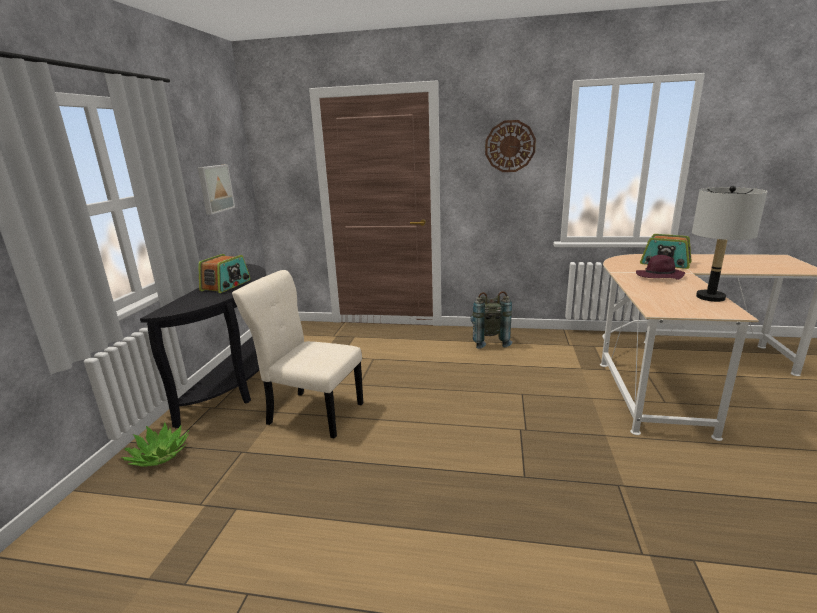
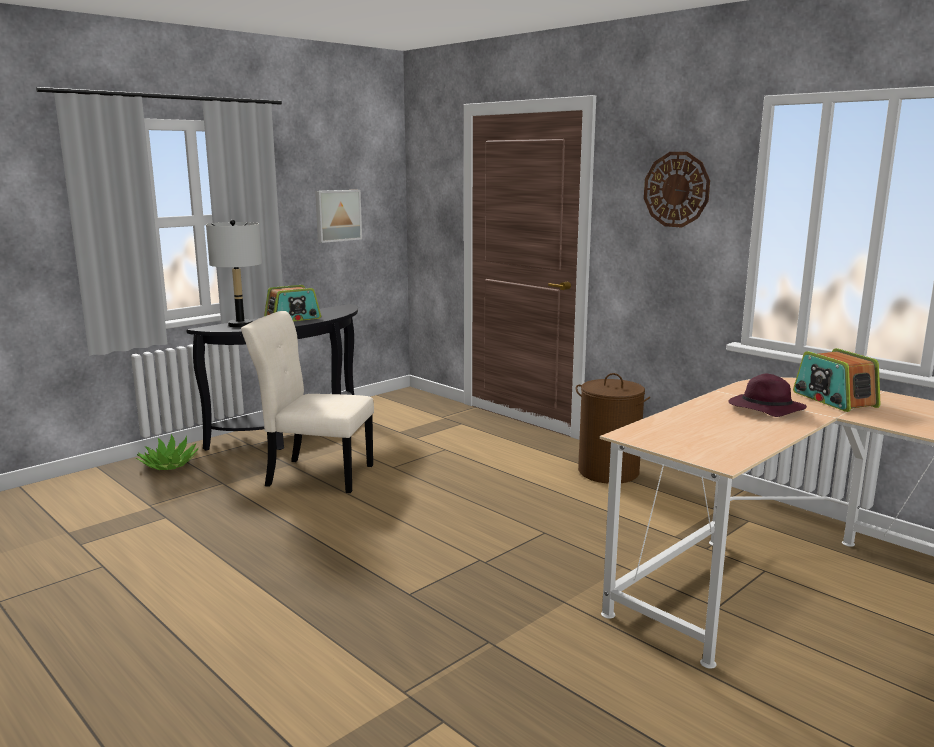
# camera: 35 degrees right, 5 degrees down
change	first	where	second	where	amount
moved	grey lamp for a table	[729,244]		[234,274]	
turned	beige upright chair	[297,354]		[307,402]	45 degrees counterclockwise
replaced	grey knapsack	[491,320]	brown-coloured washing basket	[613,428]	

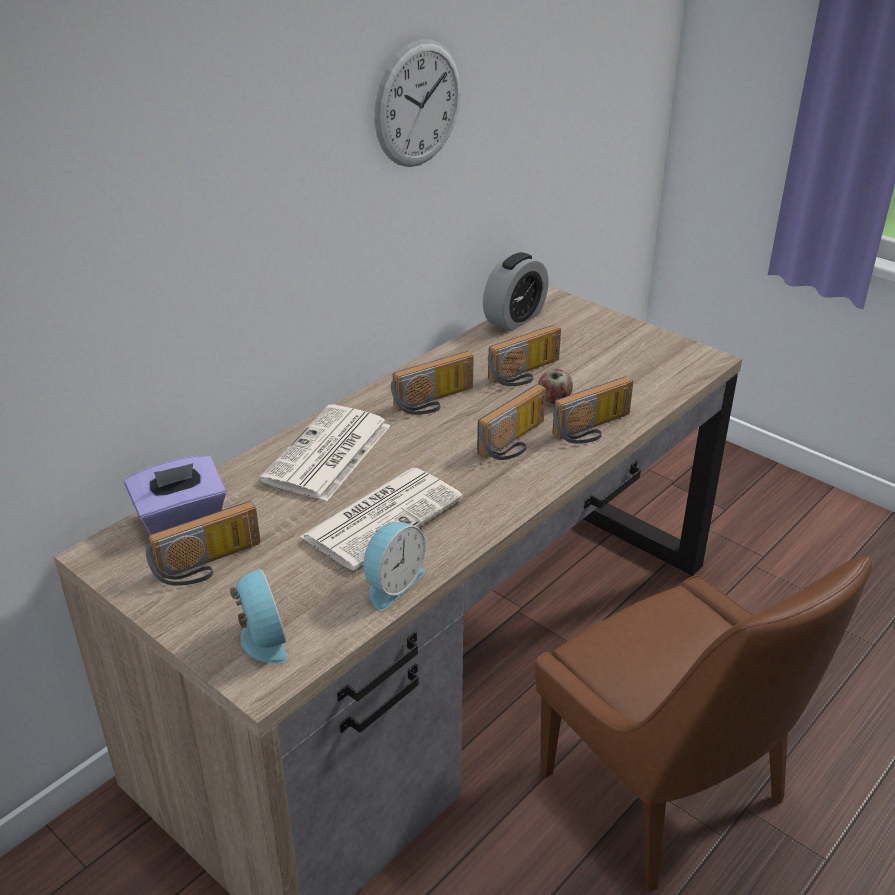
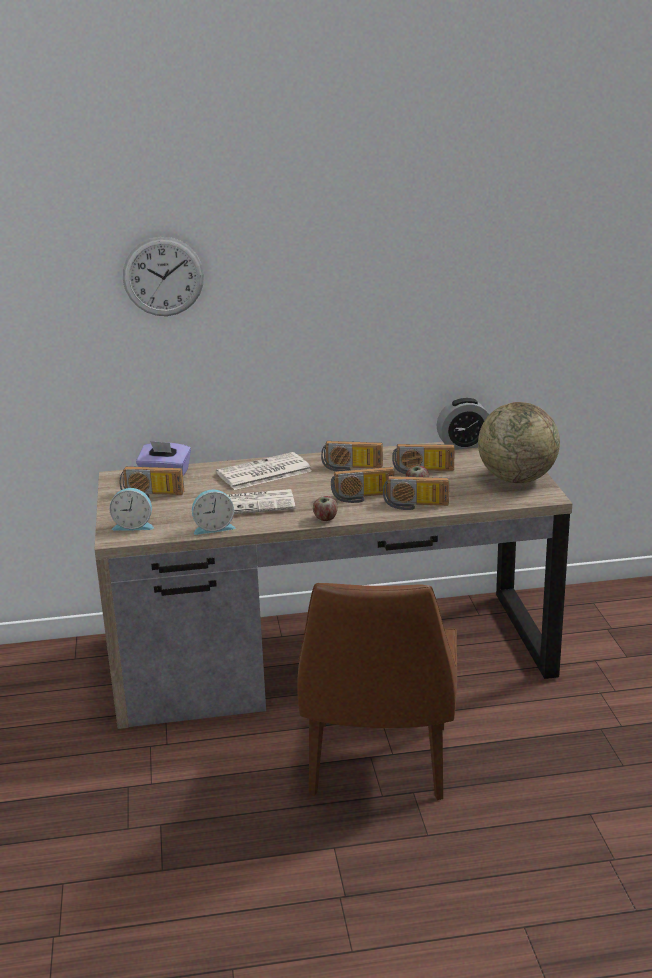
# camera: 40 degrees right, 10 degrees down
change	first	where	second	where	amount
moved	clock on the wall	[417,103]		[163,276]	
turned	table clock	[259,616]		[131,509]	75 degrees clockwise
added			globe	[519,442]	
added			apple fruit	[325,508]	

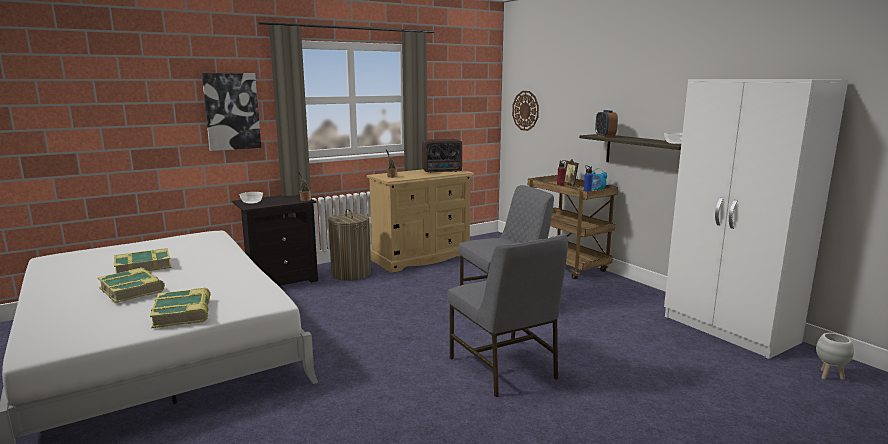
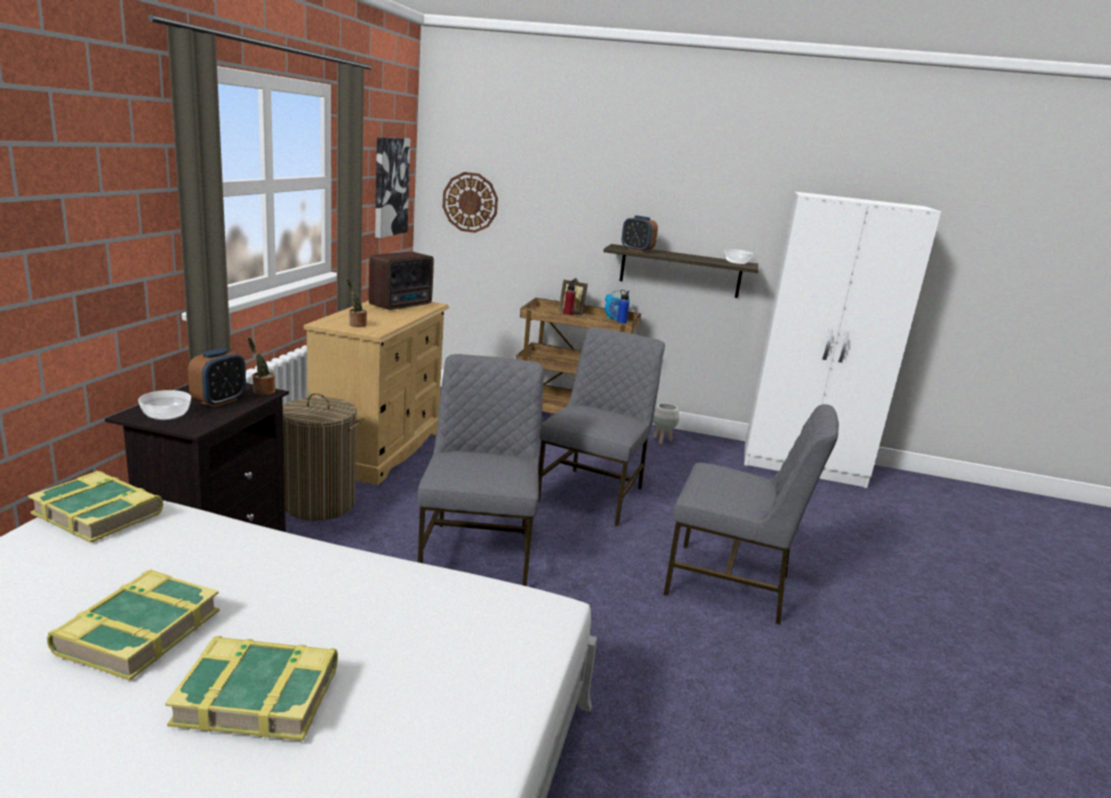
# camera: 45 degrees left, 5 degrees up
change	first	where	second	where	amount
moved	wall art	[231,112]		[392,187]	
moved	volume	[180,307]		[95,507]	
moved	whitish flower pot	[835,356]		[666,423]	
added			table clock	[217,377]	
added			grey upright chair	[480,470]	

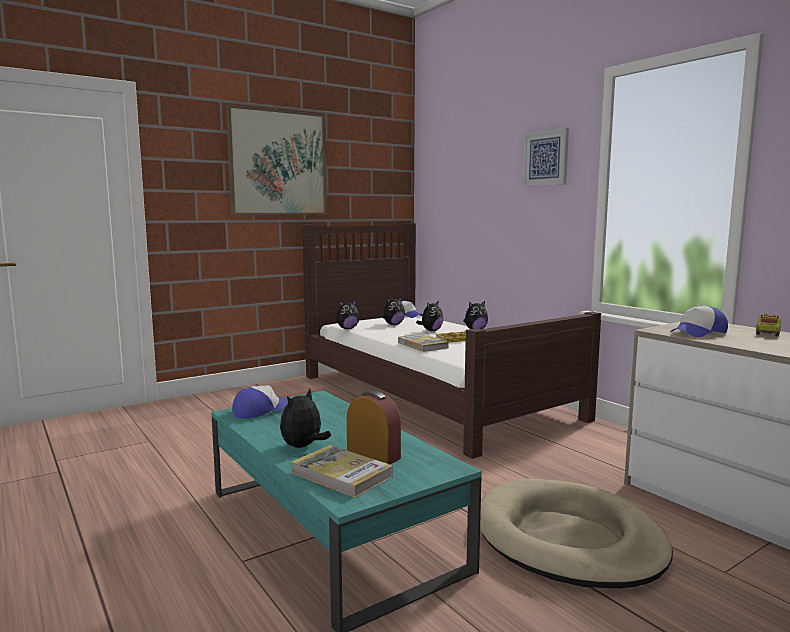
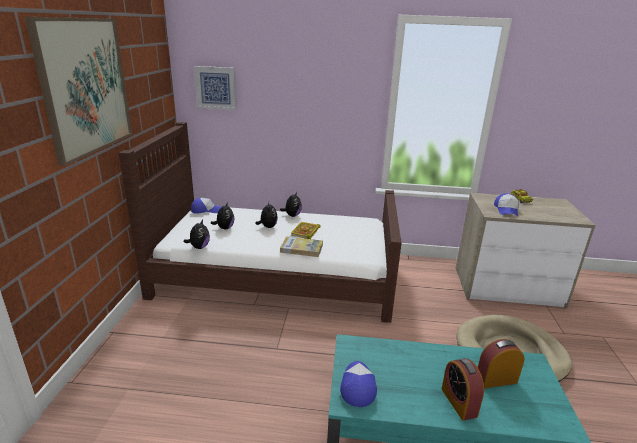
# camera: 50 degrees left, 15 degrees up
change	first	where	second	where	amount
moved	wall art	[545,157]		[215,88]	
replaced	cuddly toy	[305,418]	table clock	[462,389]	
removed	volume	[342,471]			

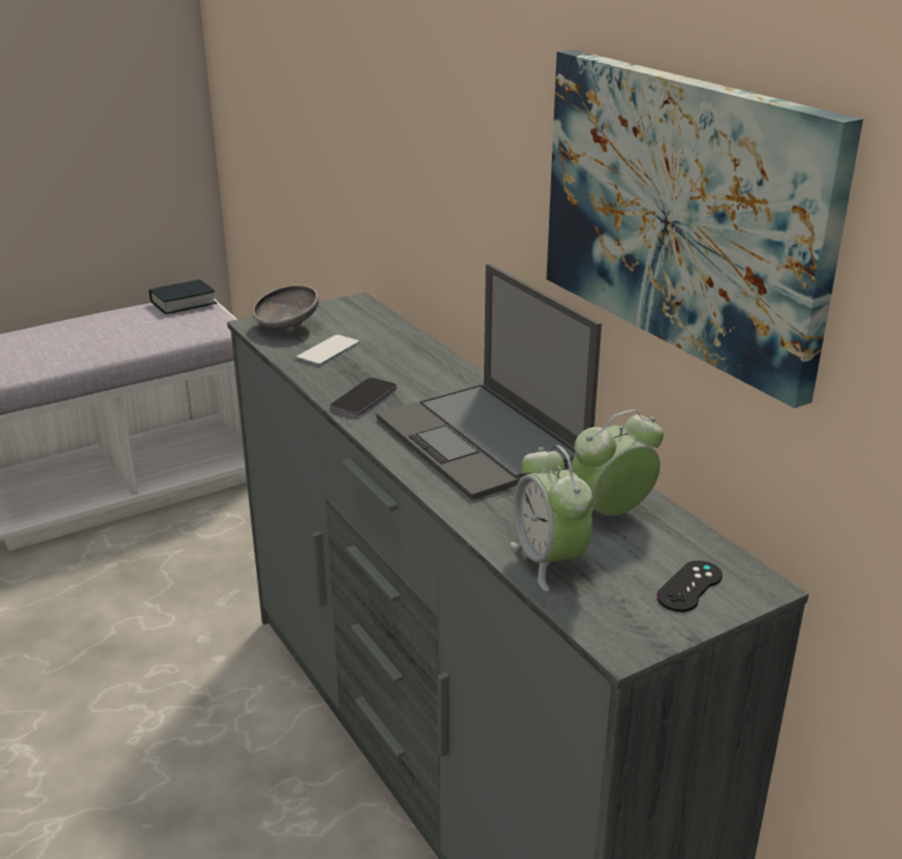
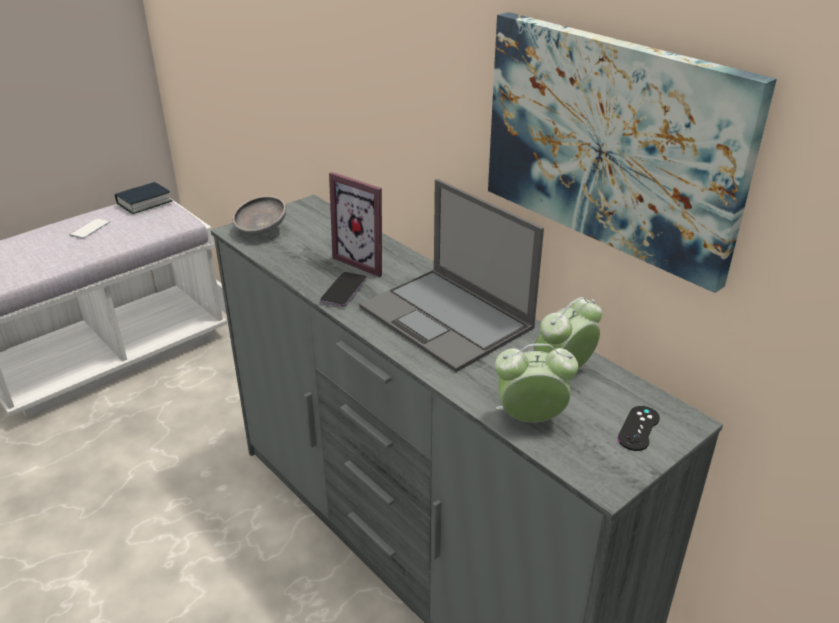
# camera: 10 degrees left, 5 degrees up
change	first	where	second	where	amount
moved	handset	[327,349]		[89,228]	
turned	table clock	[551,518]		[536,383]	120 degrees clockwise
added			photo frame	[355,224]	

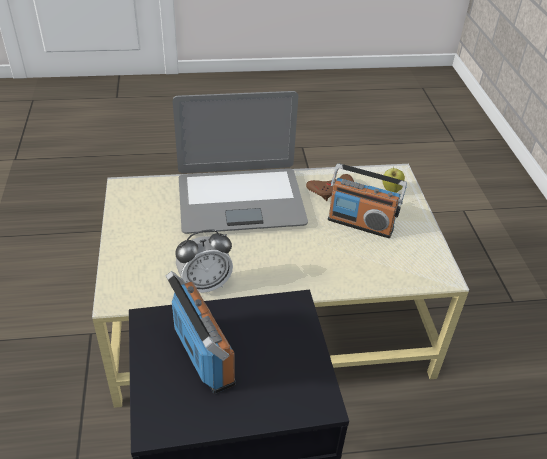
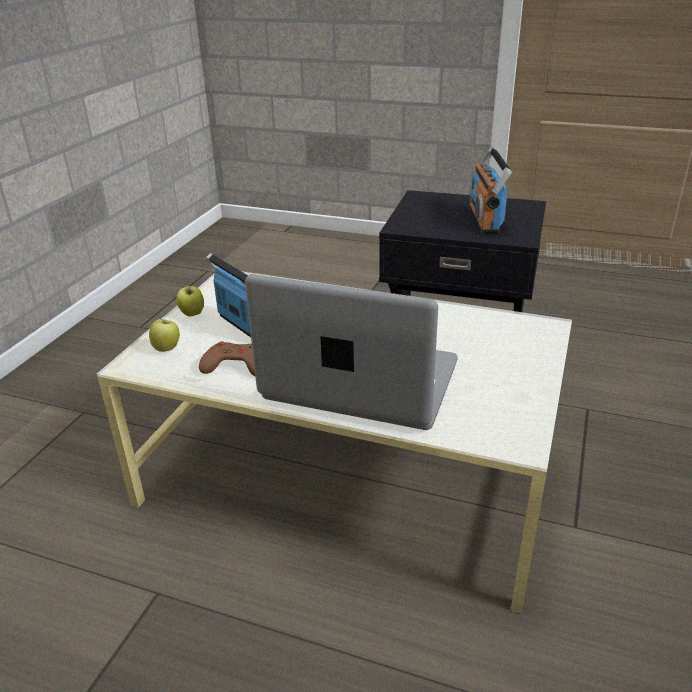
# camera: 150 degrees left, 10 degrees down
change	first	where	second	where	amount
removed	table clock	[204,261]			
added			apple fruit	[190,301]	

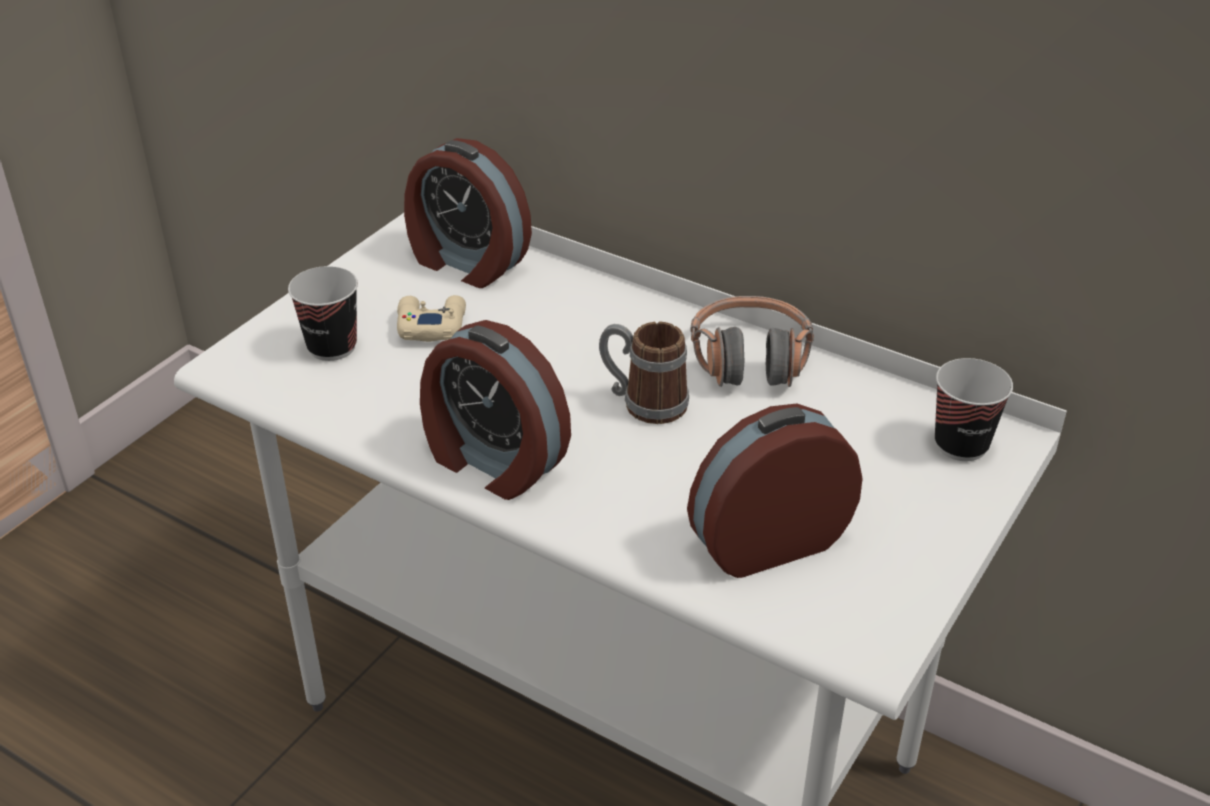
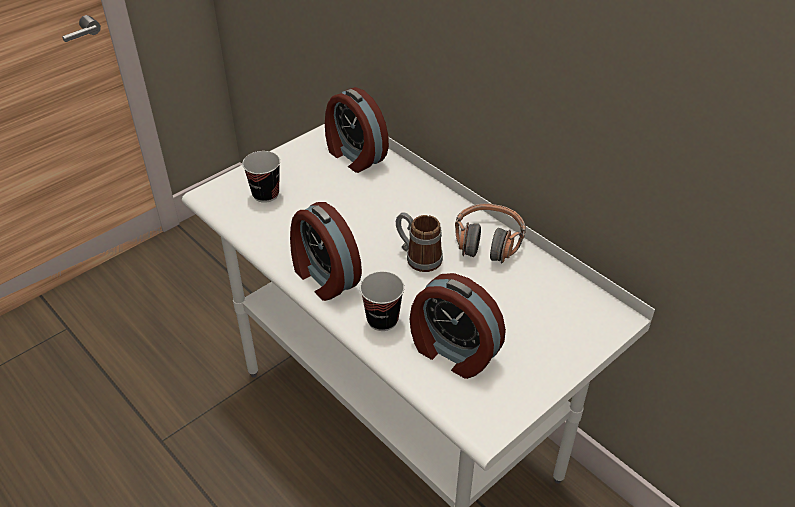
# camera: 15 degrees right, 5 degrees up
change	first	where	second	where	amount
removed	beige gamepad	[431,318]			
moved	cup	[974,409]		[382,301]	
turned	table clock	[775,491]		[458,326]	135 degrees counterclockwise

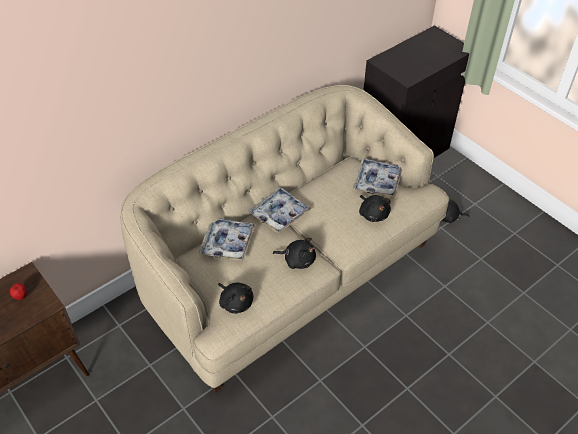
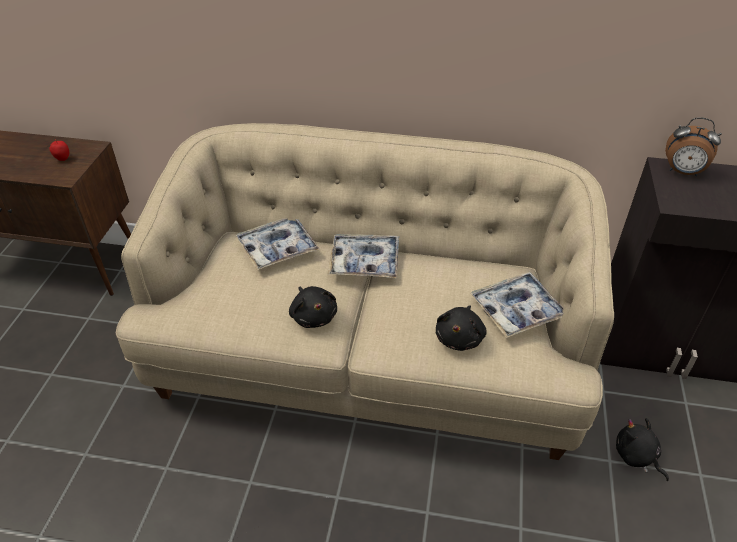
# camera: 50 degrees right, 5 degrees down
change	first	where	second	where	amount
removed	black cuddly toy	[235,298]			
added			table clock	[693,146]	

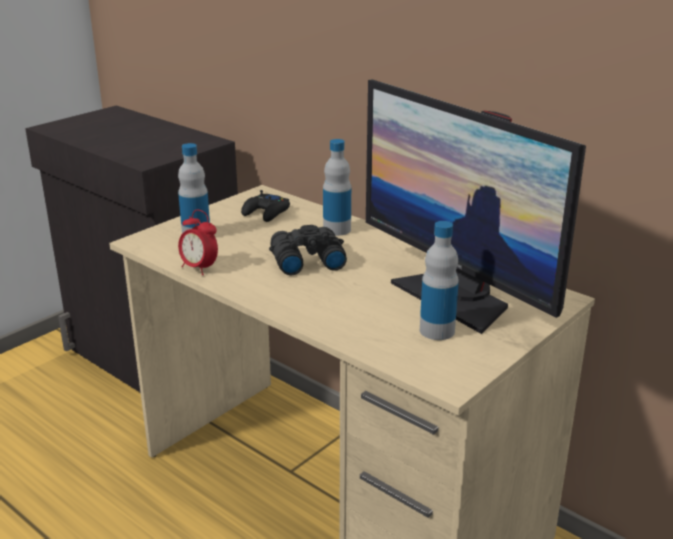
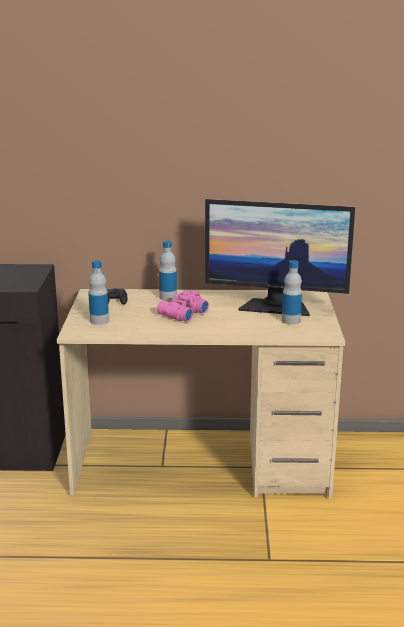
# camera: 40 degrees left, 5 degrees down
change	first	where	second	where	amount
removed	table clock	[198,242]			
recoloured	black field glasses	[308,250]	pink-coloured field glasses	[183,306]	

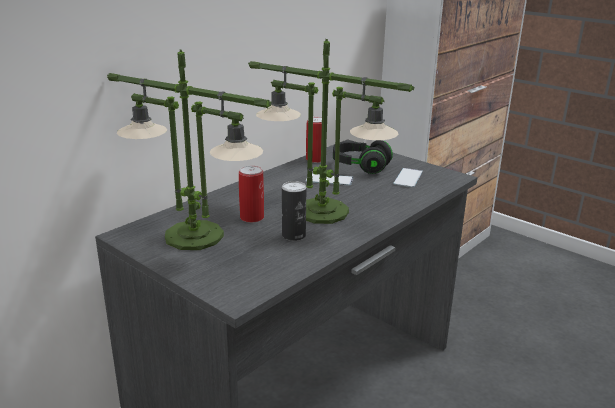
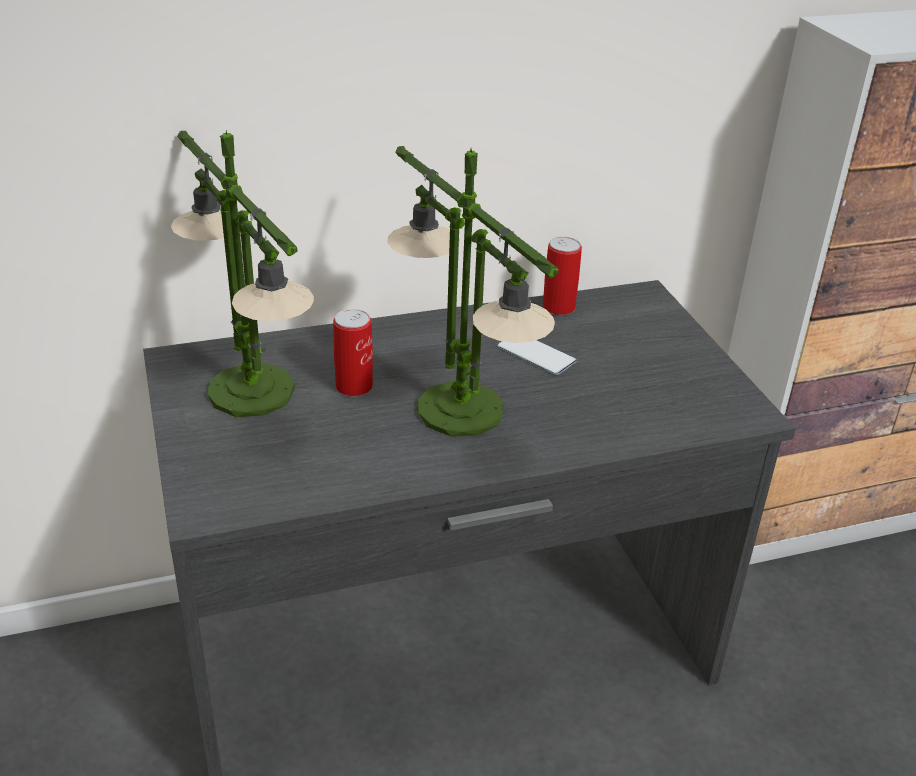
# camera: 30 degrees right, 10 degrees up
change	first	where	second	where	amount
removed	black headset	[363,157]			
removed	handset	[408,178]			
removed	can	[294,211]			

